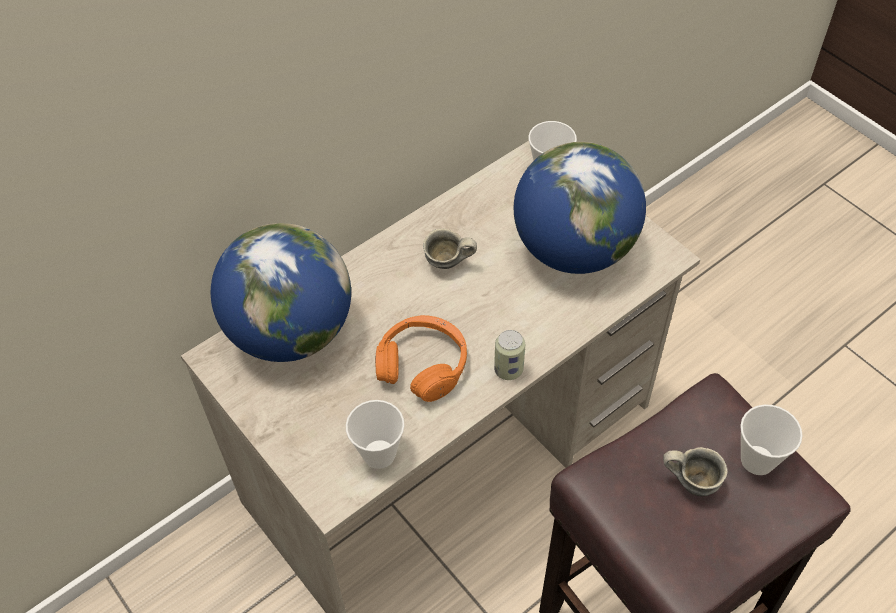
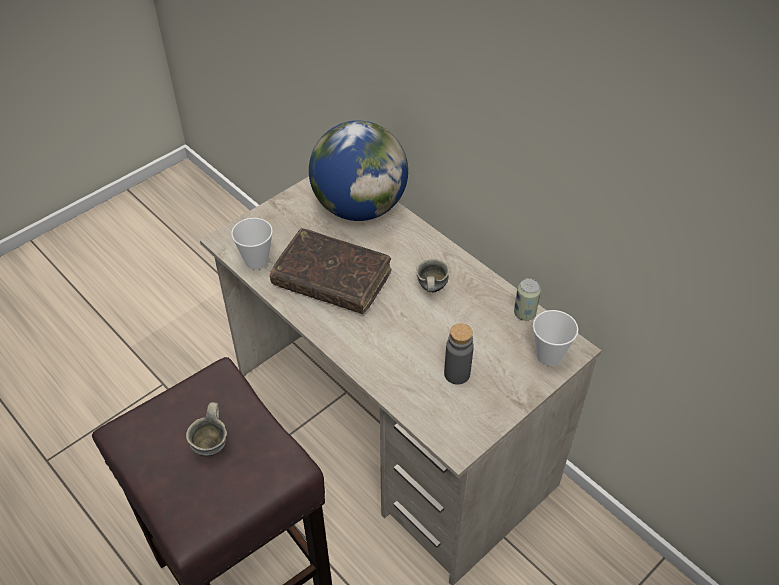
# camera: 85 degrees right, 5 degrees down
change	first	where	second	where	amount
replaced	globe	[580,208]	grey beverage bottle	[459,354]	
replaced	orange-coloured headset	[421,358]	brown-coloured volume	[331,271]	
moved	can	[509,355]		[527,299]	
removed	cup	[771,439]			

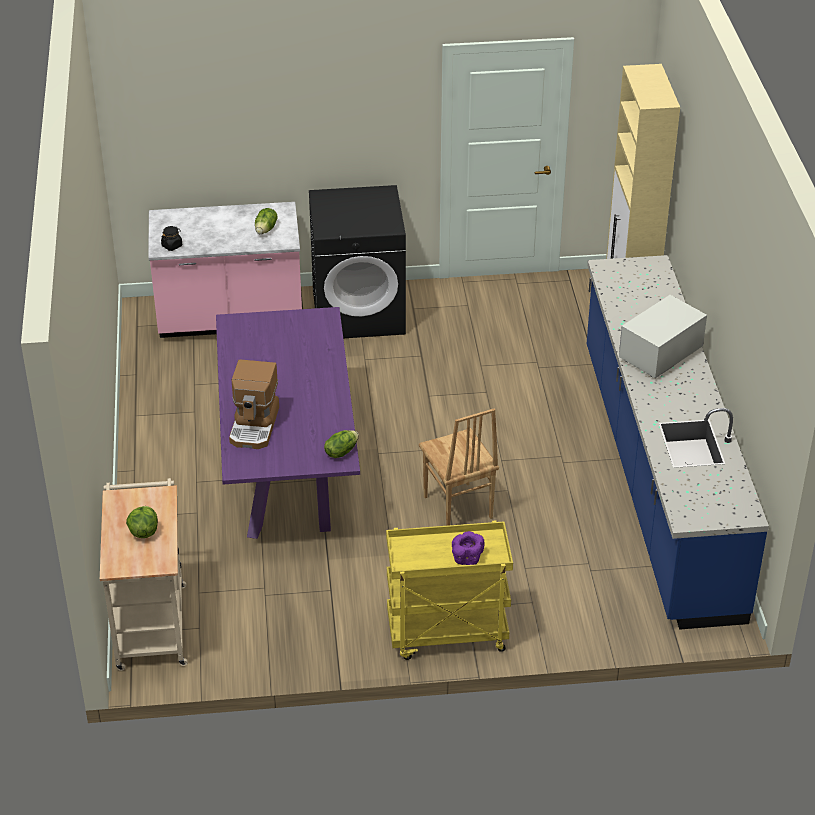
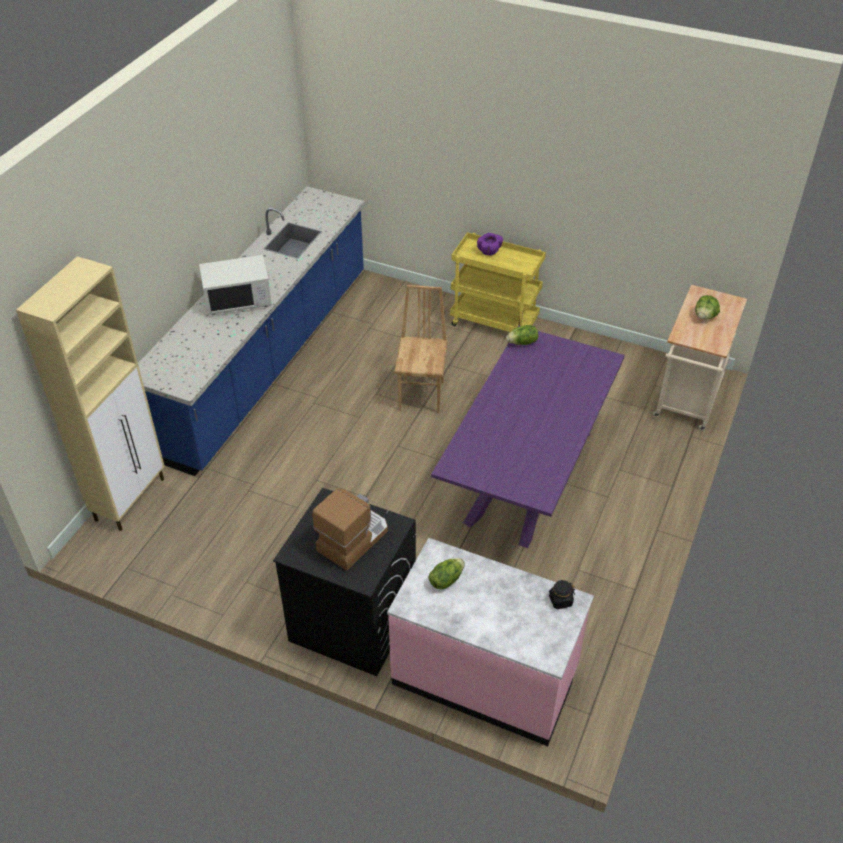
# camera: 150 degrees left, 5 degrees up
change	first	where	second	where	amount
moved	coffee machine	[254,404]		[350,529]	

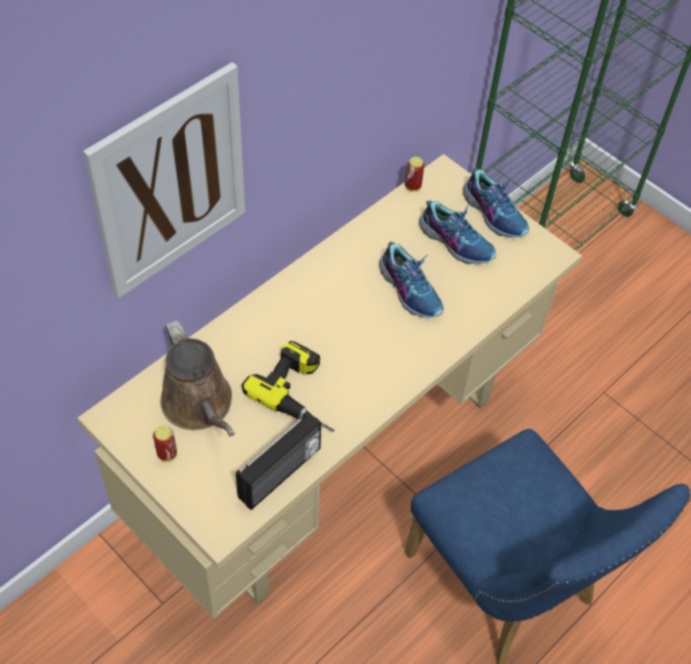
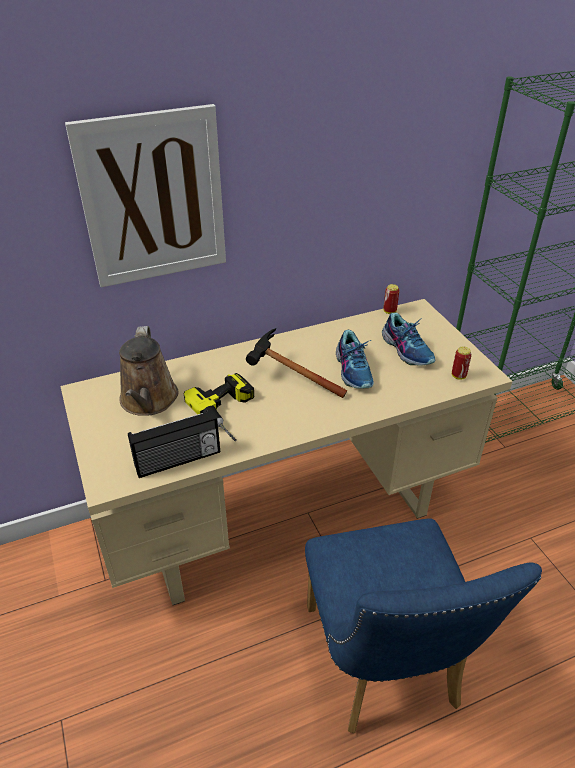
# camera: 25 degrees right, 15 degrees down
change	first	where	second	where	amount
removed	shoe	[496,203]			
moved	can	[165,444]		[462,363]	
added			hand hammer	[296,363]	

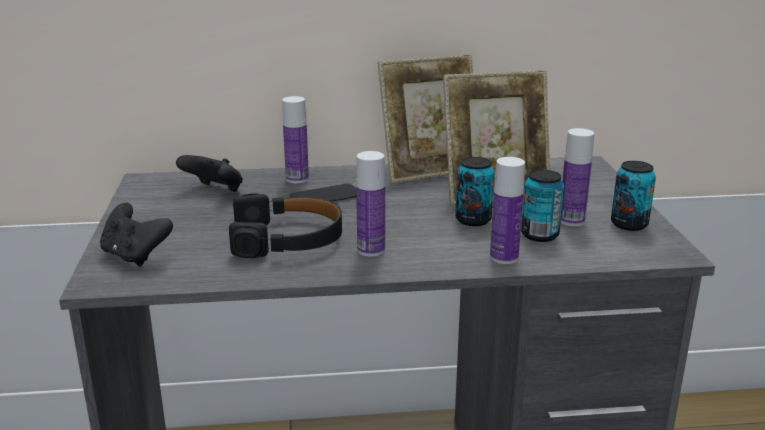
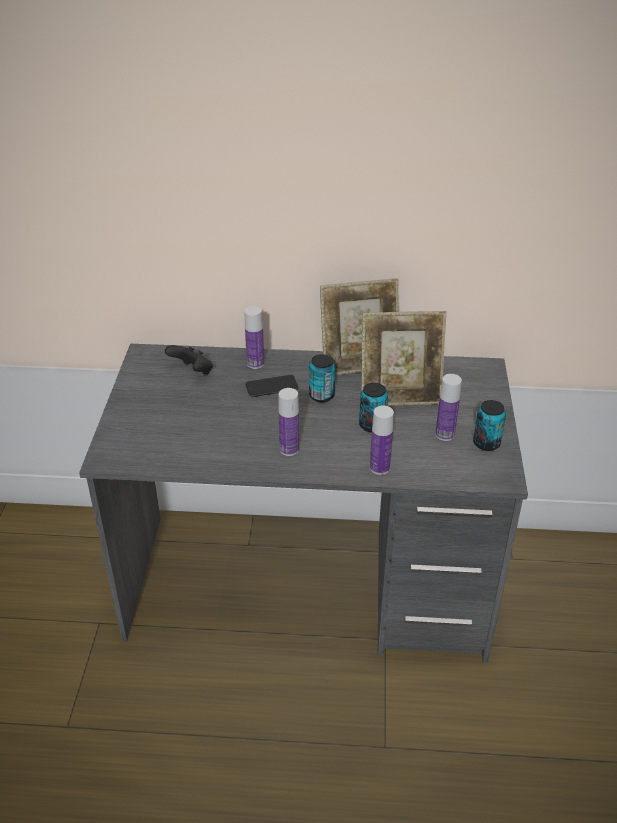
# camera: 10 degrees right, 15 degrees up
change	first	where	second	where	amount
moved	can	[542,206]		[322,378]	
removed	black headset	[285,225]			
removed	black gamepad	[136,234]			

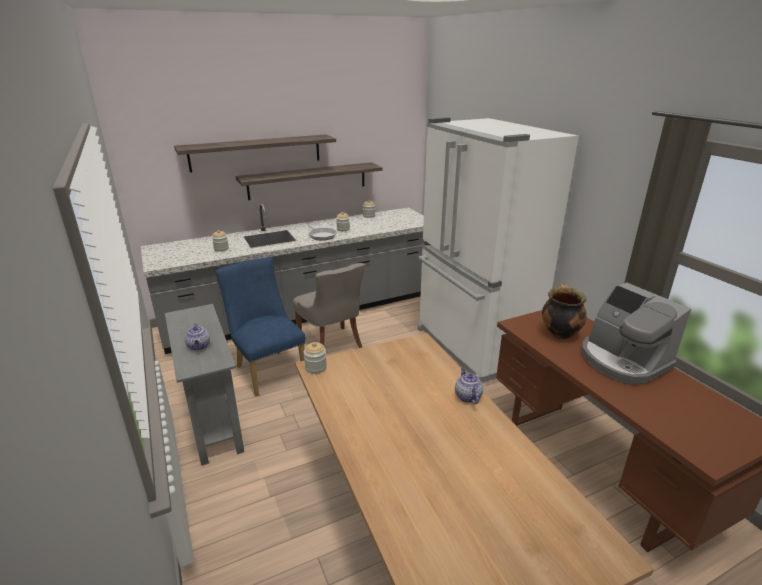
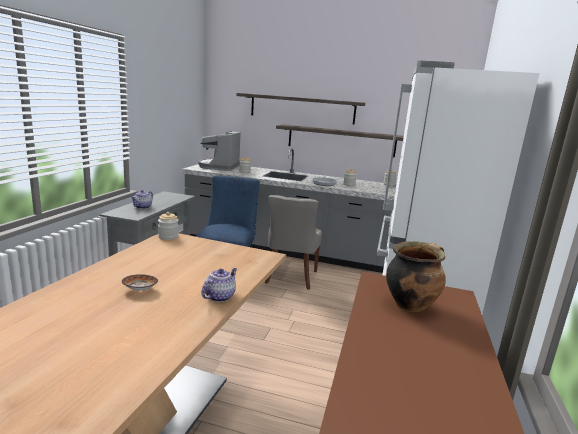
# camera: 40 degrees right, 10 degrees down
change	first	where	second	where	amount
moved	coffee machine	[636,333]		[219,151]	
added			serving bowl	[140,282]	

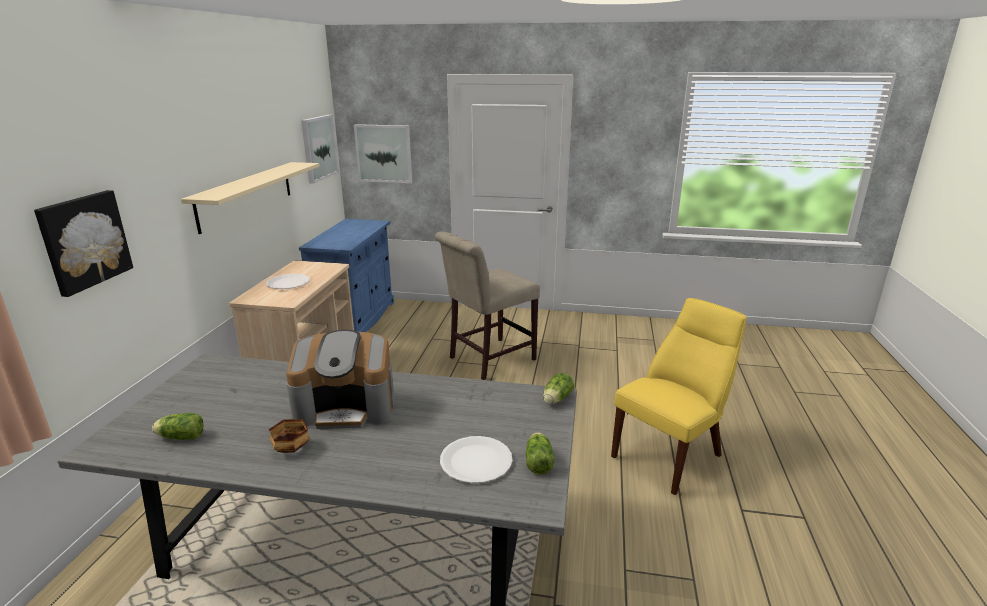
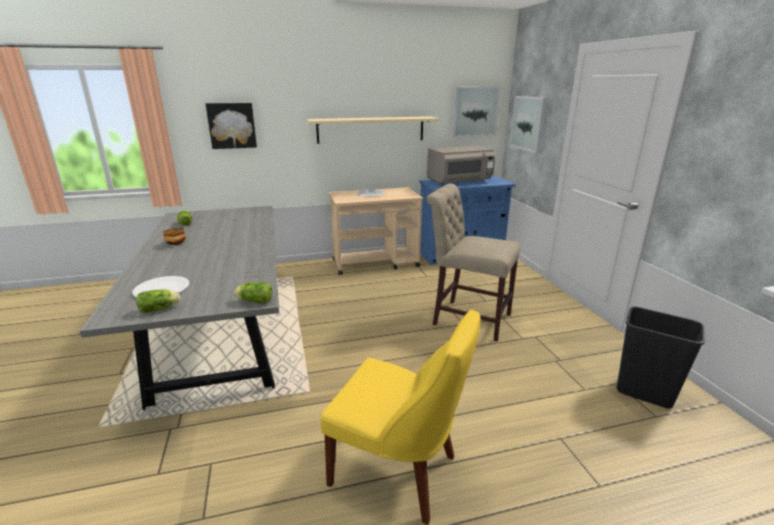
# camera: 65 degrees right, 0 degrees up
change	first	where	second	where	amount
removed	coffee machine	[340,379]			
added			grey microwave oven	[461,165]	
added			black trash can	[661,357]	

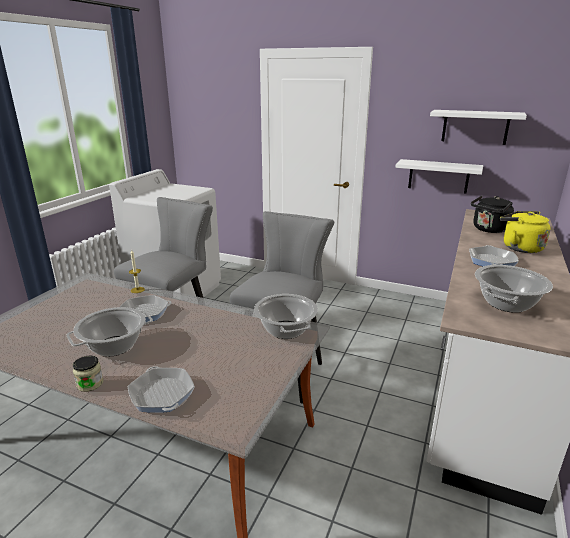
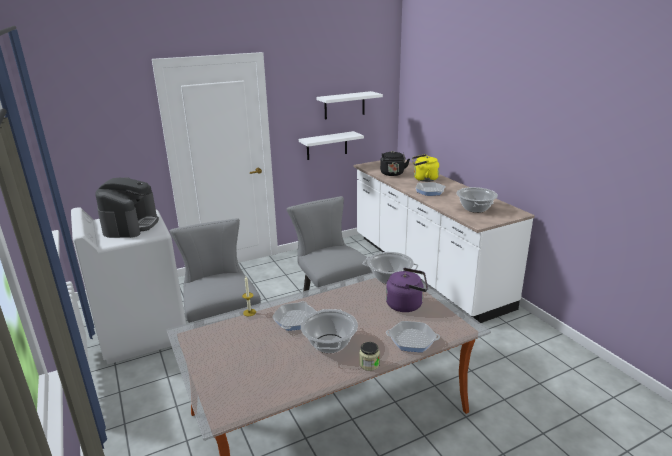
# camera: 50 degrees left, 0 degrees up
change	first	where	second	where	amount
added			coffee machine	[127,207]	
added			purple water kettle	[407,290]	

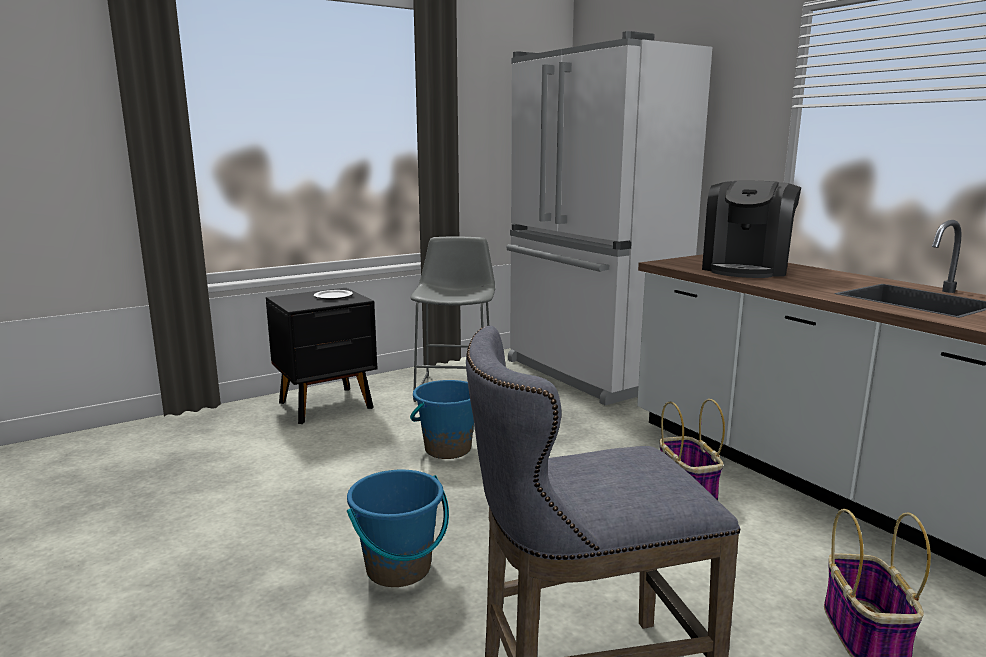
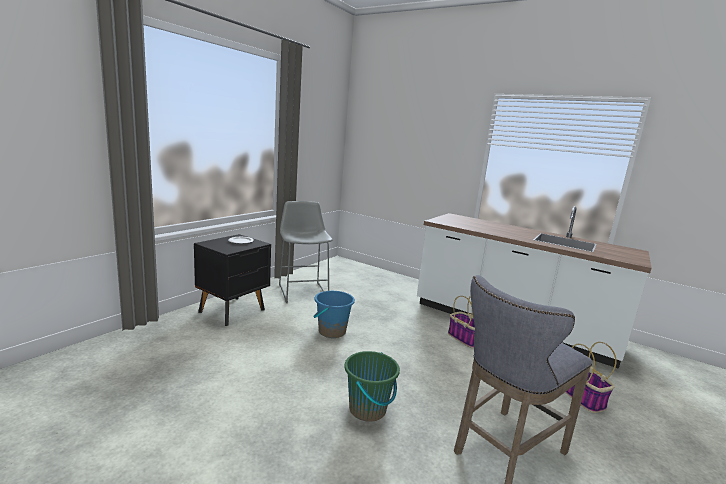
# camera: 25 degrees left, 0 degrees up
change	first	where	second	where	amount
removed	whitish kitchen fridge	[609,218]			
removed	coffee machine	[751,229]			
recoloured	blue water bucket	[398,528]	green water bucket	[372,386]	

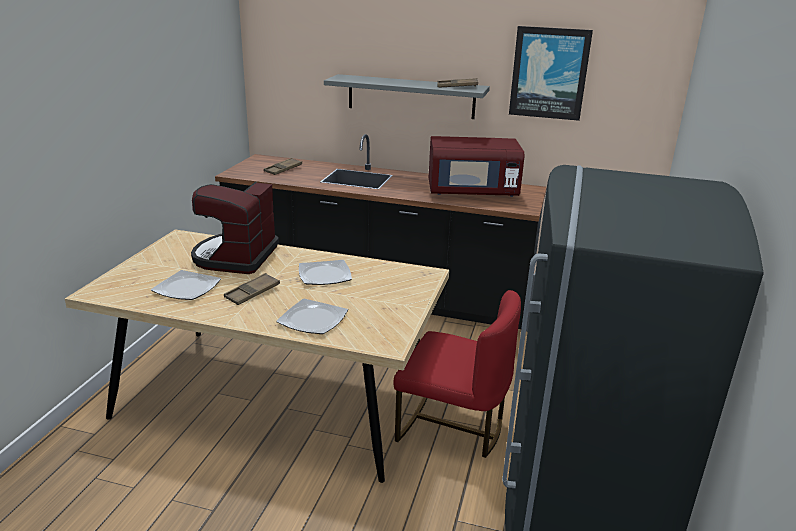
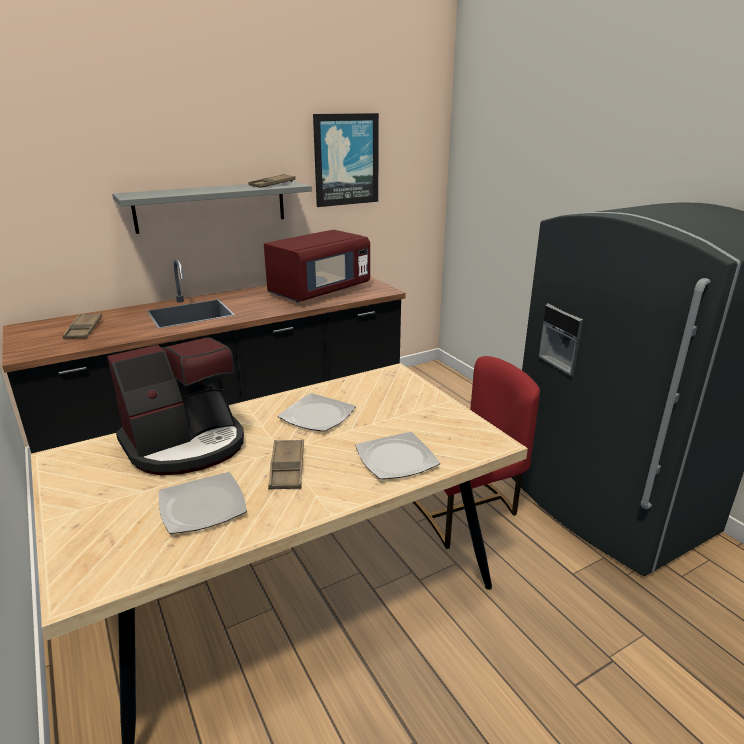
# camera: 45 degrees left, 0 degrees up
change	first	where	second	where	amount
turned	coffee machine	[235,228]		[175,406]	90 degrees counterclockwise

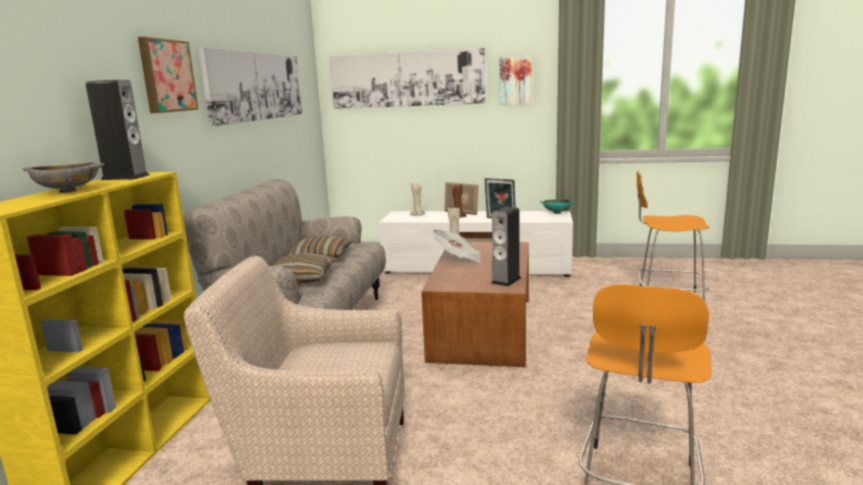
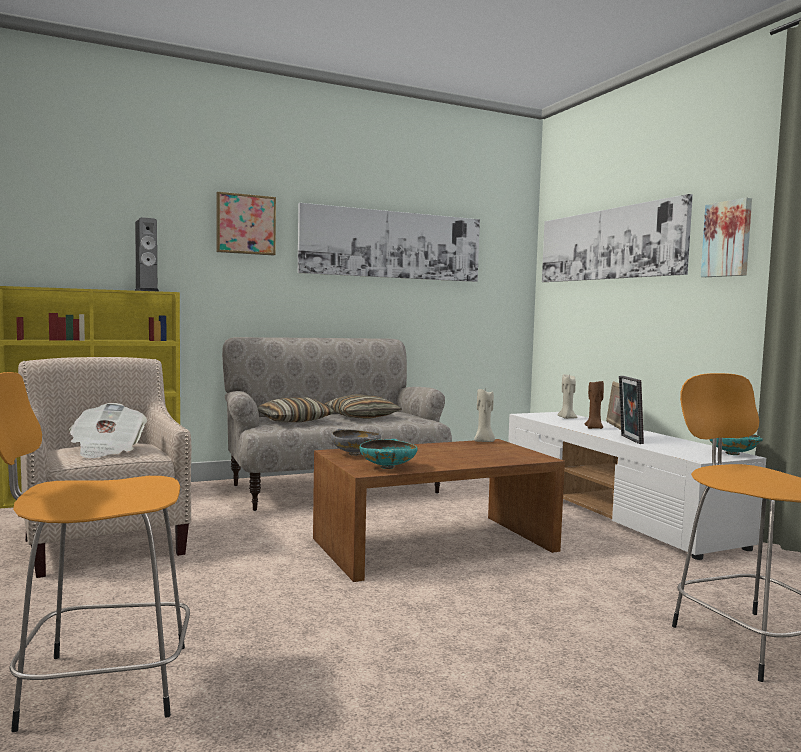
# camera: 55 degrees right, 10 degrees down
change	first	where	second	where	amount
moved	grey serving bowl	[63,177]		[356,442]	
replaced	loudspeaker	[506,247]	turquoise serving bowl	[388,454]	
moved	newspaper	[457,246]		[108,430]	

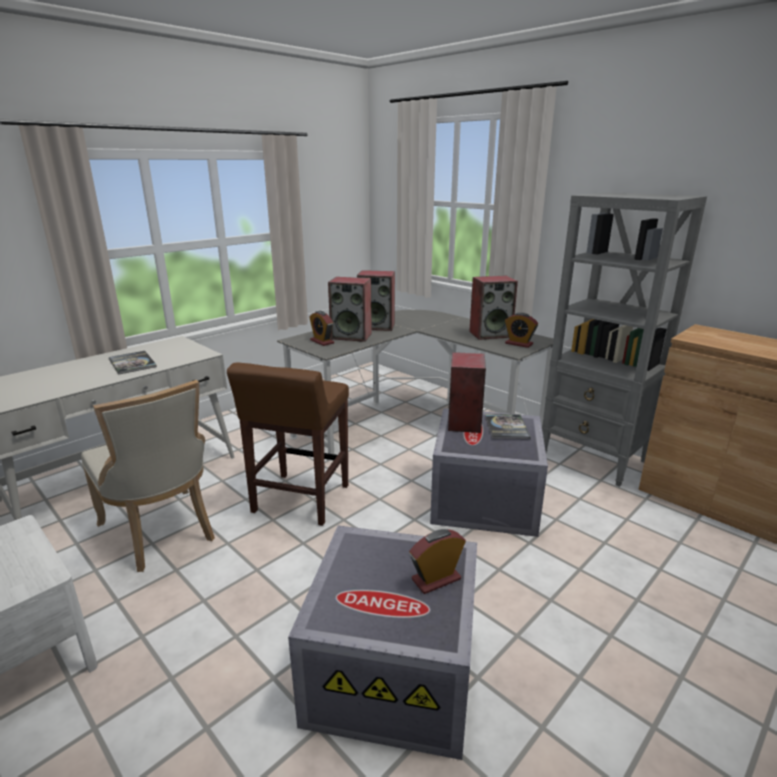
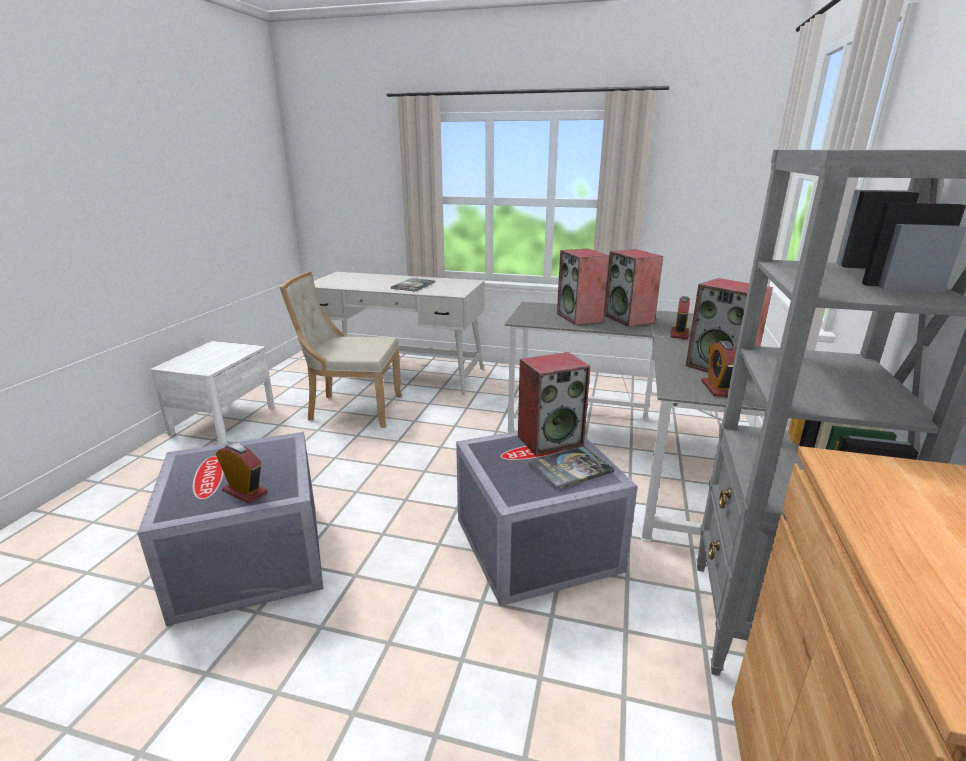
# camera: 60 degrees right, 0 degrees up
change	first	where	second	where	amount
moved	table clock	[321,328]		[680,317]	
removed	brown-coloured sitting stool	[288,444]			
turned	beige upright chair	[148,476]		[341,350]	75 degrees clockwise

